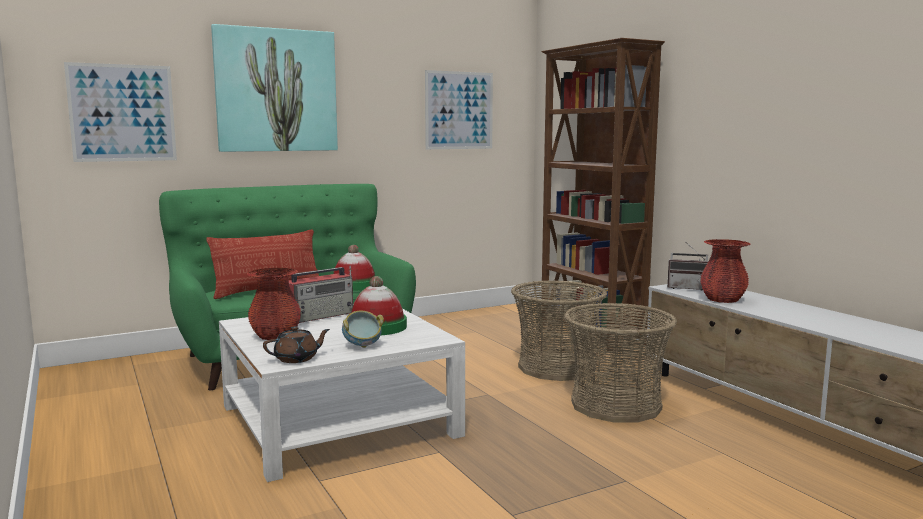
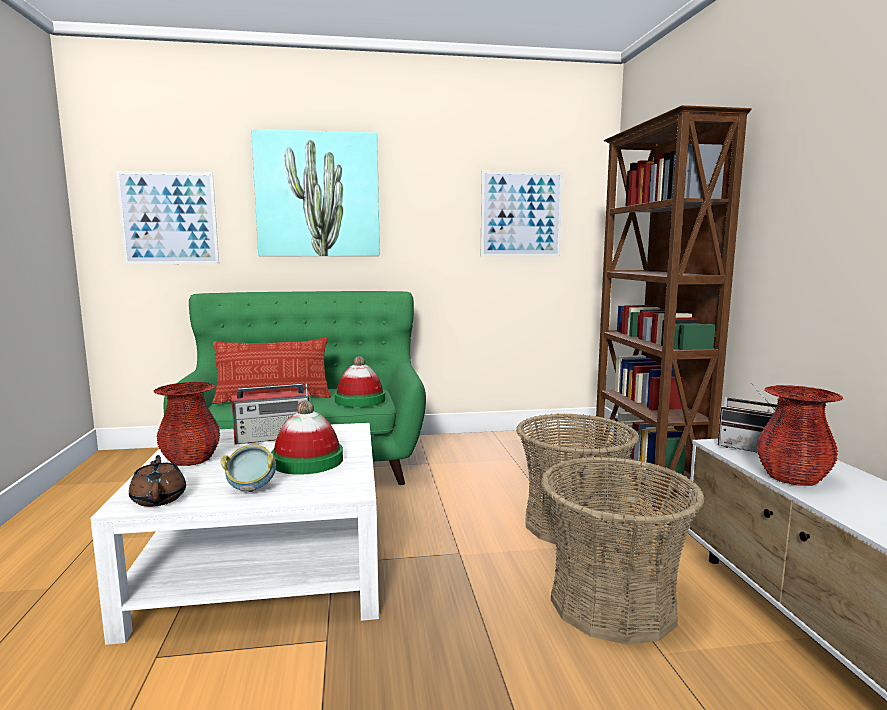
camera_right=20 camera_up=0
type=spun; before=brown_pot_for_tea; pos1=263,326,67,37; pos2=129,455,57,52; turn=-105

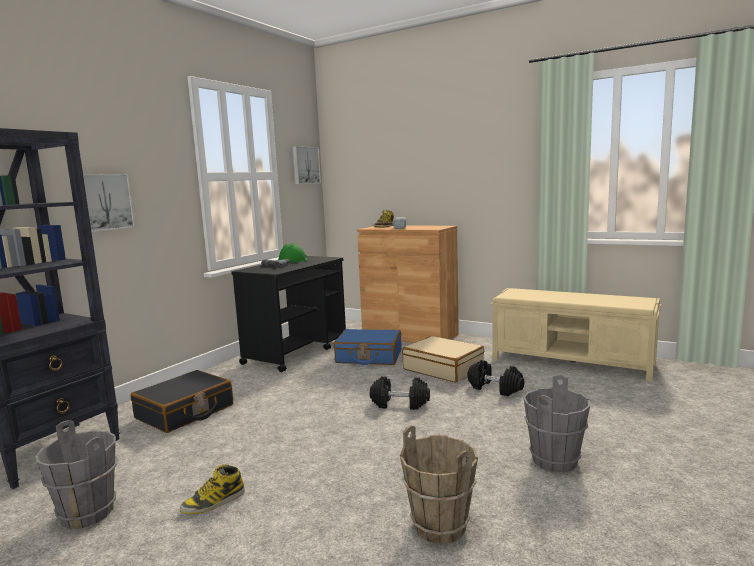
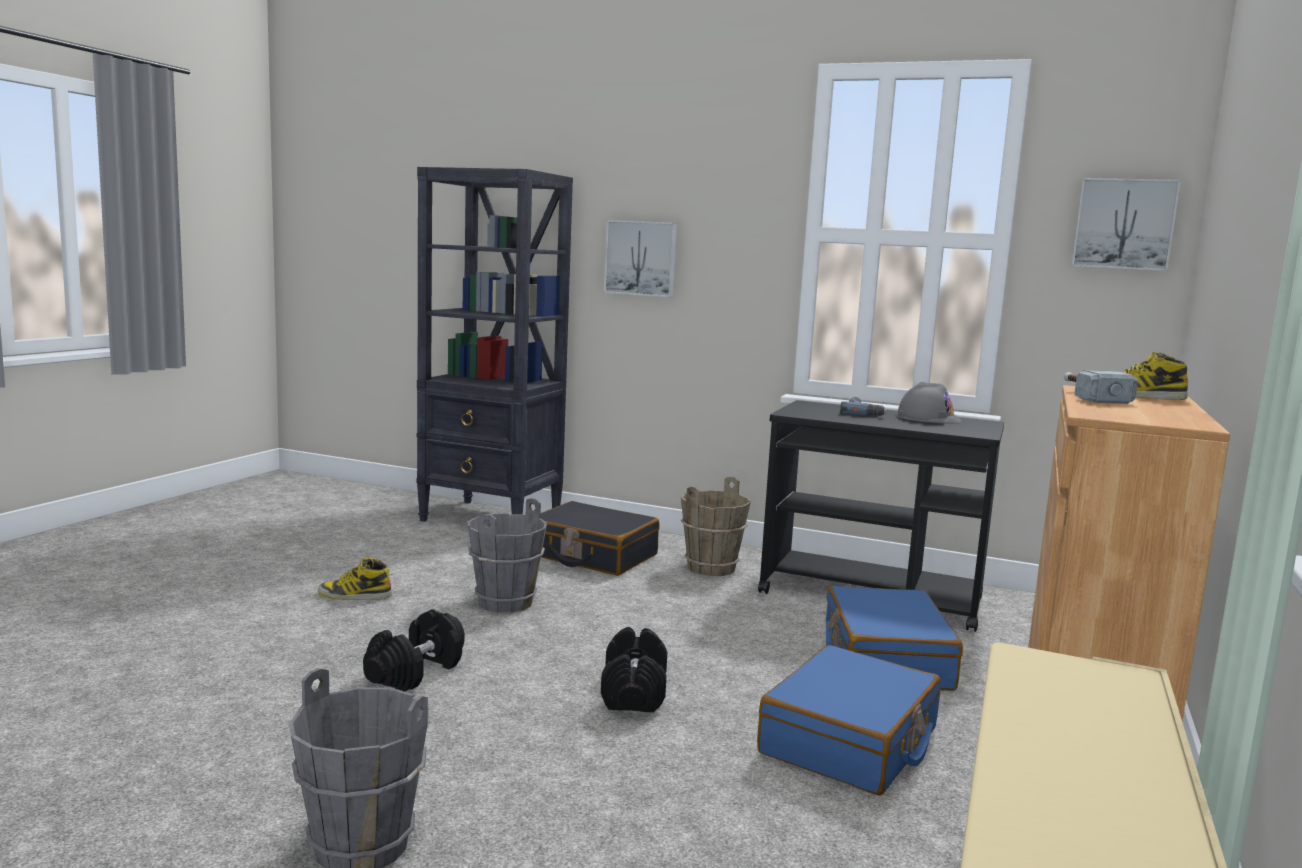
camera_right=80 camera_up=0
type=relocated; before=gray_pail; pos1=35,420,83,109; pos2=467,498,80,115
type=relocated; before=brown_pail; pos1=400,425,78,119; pos2=681,476,70,100
type=relocated; before=black-coloured_free_weight; pos1=467,360,57,36; pos2=363,609,102,83
type=colour; before=green_work_helmet; after=gray_work_helmet; pos1=278,243,30,20; pos2=895,382,67,41
type=colour; before=sand-coloured_piece_of_luggage; after=bluish_piece_of_luggage; pos1=402,336,82,46; pos2=757,645,184,150
type=spun; before=boot; pos1=180,464,65,50; pos2=318,558,74,42; turn=-45

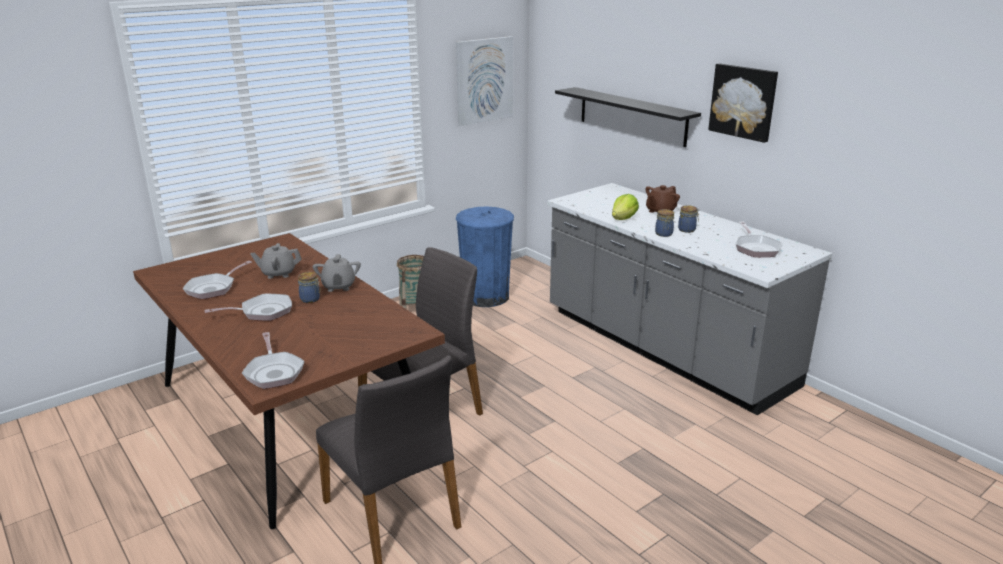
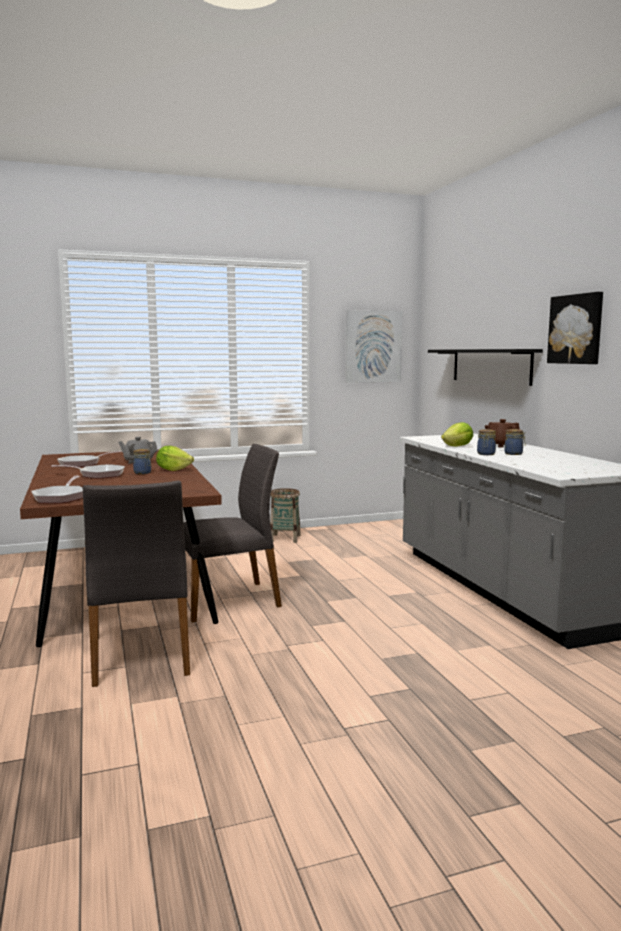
camera_right=20 camera_up=-15
type=missing; before=bluish_trash_can; pos1=456,207,58,100
type=missing; before=frying_pan; pos1=736,222,46,35
type=exchanged; before=gray_pot_for_tea; after=head_of_lettuce; pos1=313,254,48,38; pos2=156,446,38,25

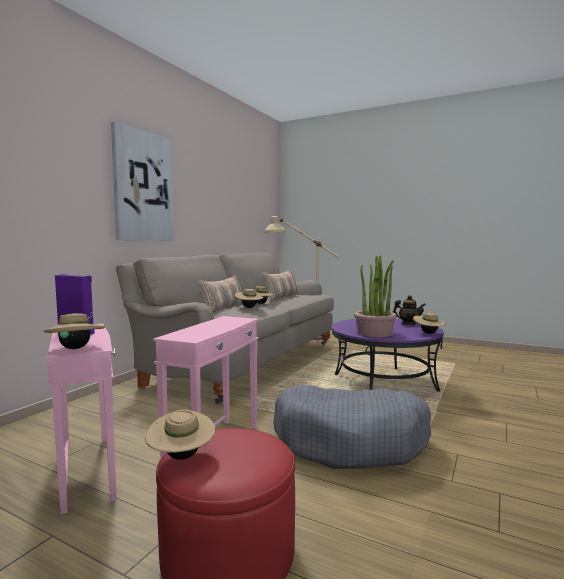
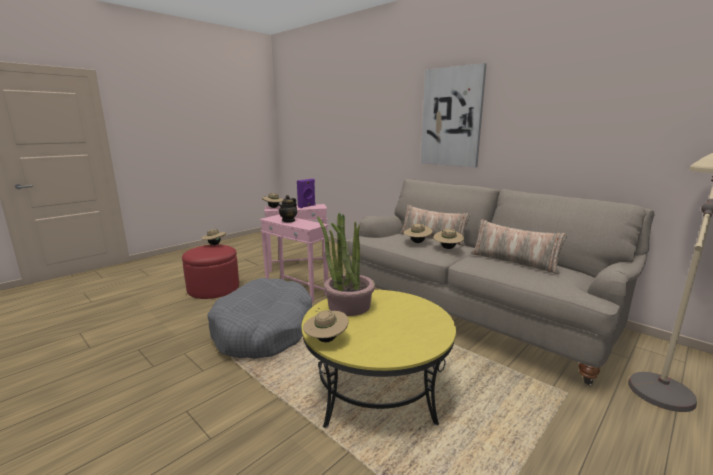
camera_right=105 camera_up=10
type=relocated; before=pot_for_tea; pos1=393,295,33,30; pos2=279,195,18,27
type=colour; before=purplish_coffee_table; after=yellow_coffee_table; pos1=331,319,113,73; pos2=301,290,155,138

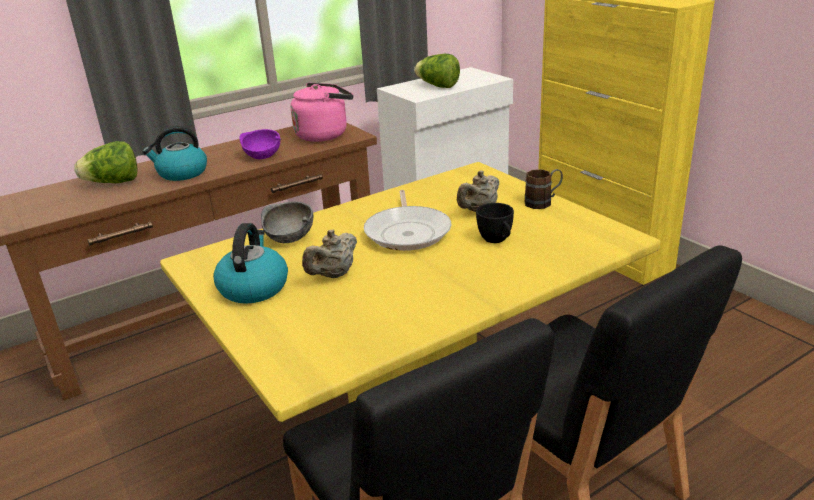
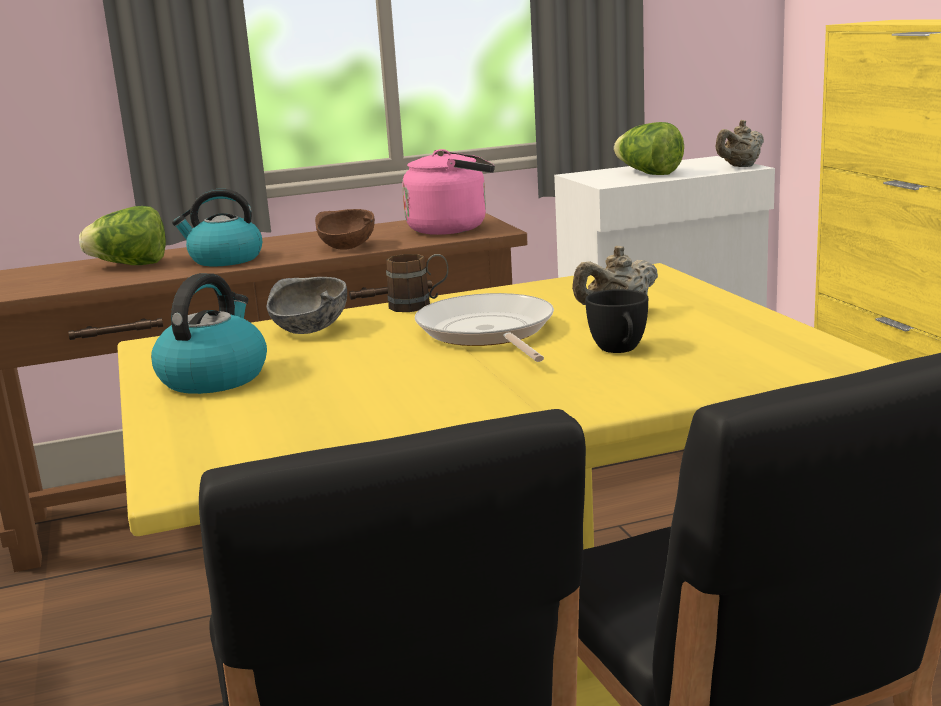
camera_right=15 camera_up=-10
type=relocated; before=sand-coloured_pot_for_tea; pos1=302,230,55,48; pos2=716,120,48,47
type=relocated; before=brown_mug; pos1=525,169,38,40; pos2=386,254,63,58
type=colour; before=purplish_deep_dish; after=brown_deep_dish; pos1=239,129,42,30; pos2=315,209,60,41
type=spun; before=frying_pan; pos1=364,190,87,61; pos2=415,293,139,69; turn=150

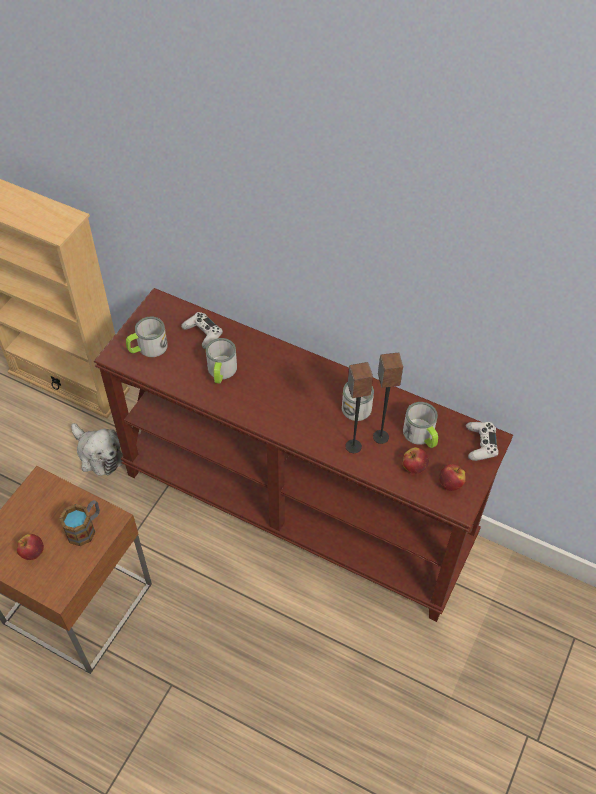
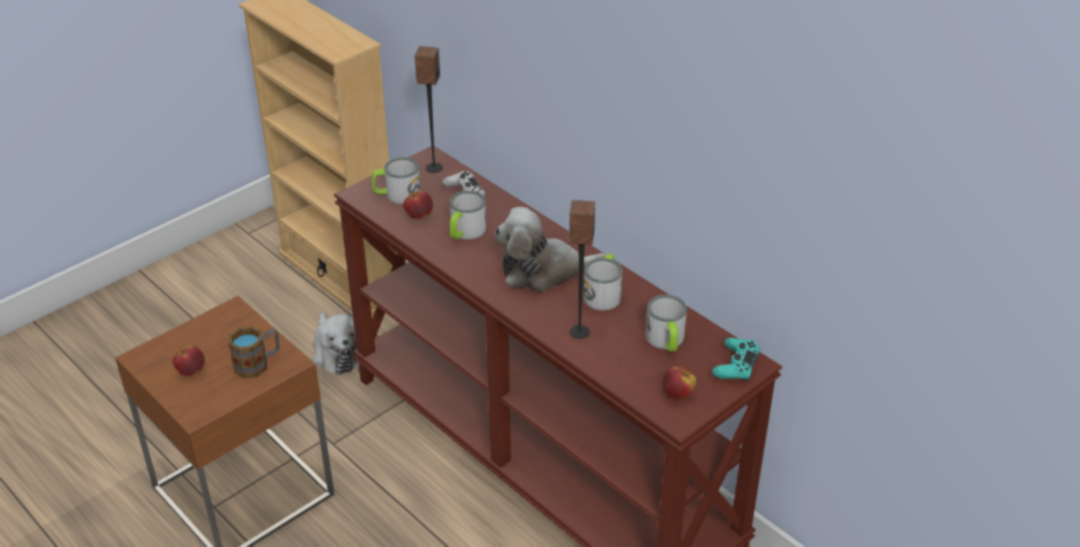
camera_right=20 camera_up=-15
type=appeared; after=cuddly_toy; pos2=495,207,111,85
type=relocated; before=loudspeaker; pos1=373,352,30,92; pos2=414,46,29,127
type=relocated; before=apple_fruit; pos1=403,447,26,27; pos2=403,191,30,28
type=colour; before=whitish_joypad; after=turquoise-coloured_joypad; pos1=466,422,33,39; pos2=712,338,48,43

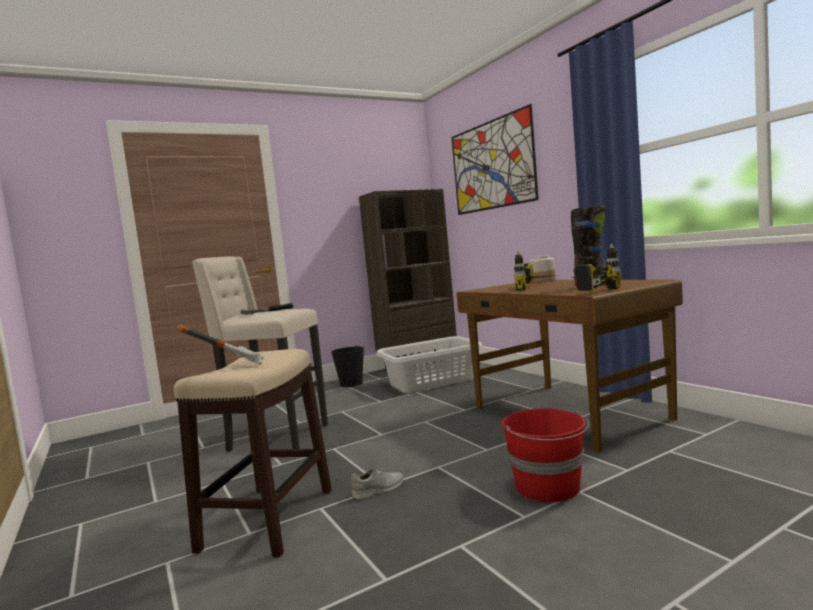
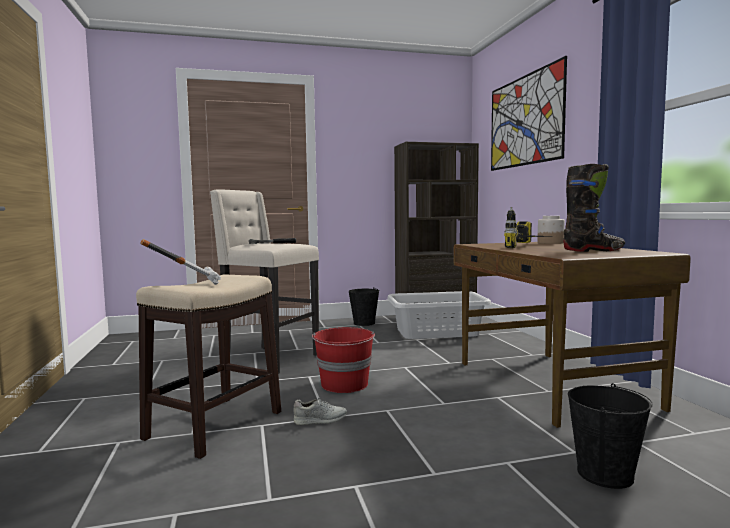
camera_right=15 camera_up=0
type=missing; before=electric_drill; pos1=576,244,45,47
type=appeared; after=black-coloured_pail; pos2=568,383,85,106
type=relocated; before=red_pail; pos1=502,408,87,95; pos2=312,327,63,66

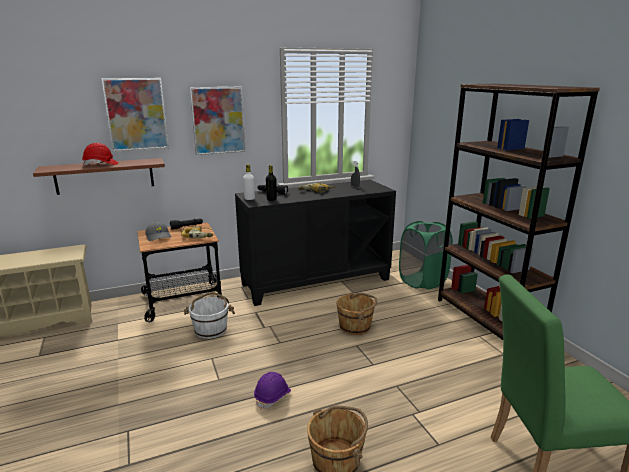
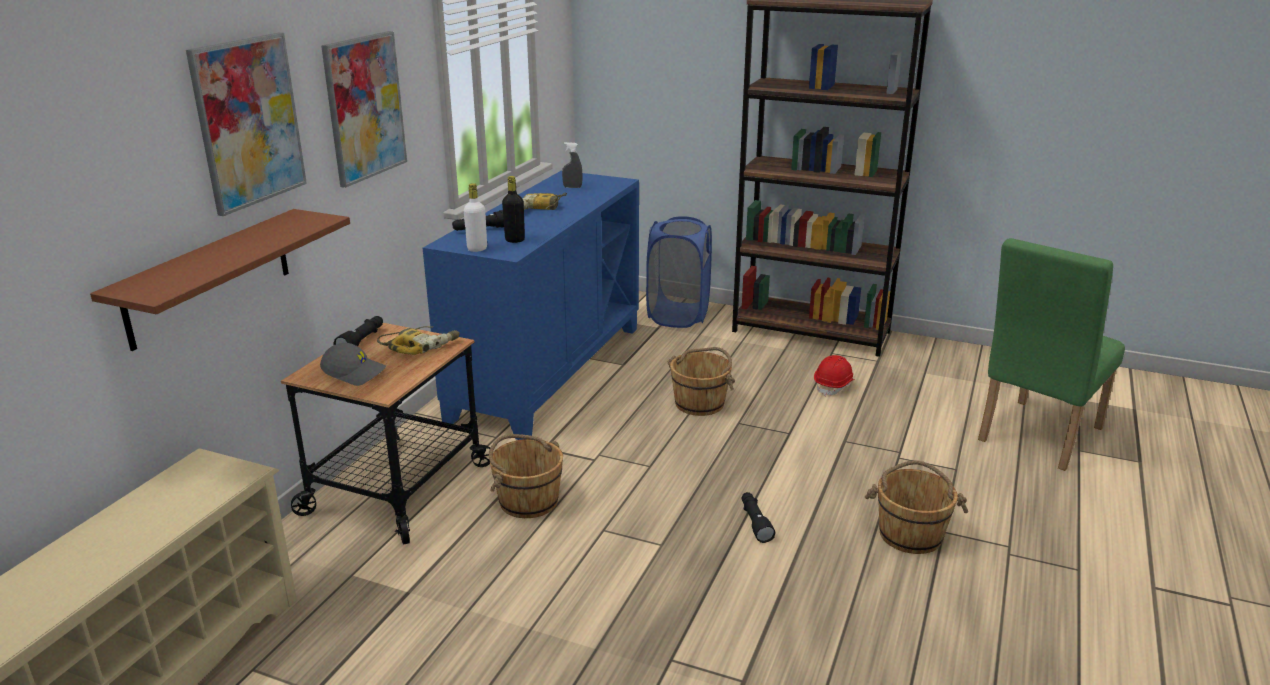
camera_right=-45 camera_up=5
type=relocated; before=red_work_helmet; pos1=82,143,36,23; pos2=814,355,41,41
type=exchanged; before=purplish_work_helmet; after=black-coloured_flashlight; pos1=254,372,37,38; pos2=741,492,34,51
type=colour; before=whitish_pail; after=brown_pail; pos1=184,292,51,47; pos2=489,434,74,84
type=colour; before=black-coloured_cabinet; after=bluish_cabinet; pos1=235,180,161,126; pos2=423,171,216,269
type=colour; before=green_washing_basket; after=bluish_washing_basket; pos1=399,221,54,69; pos2=646,216,66,112

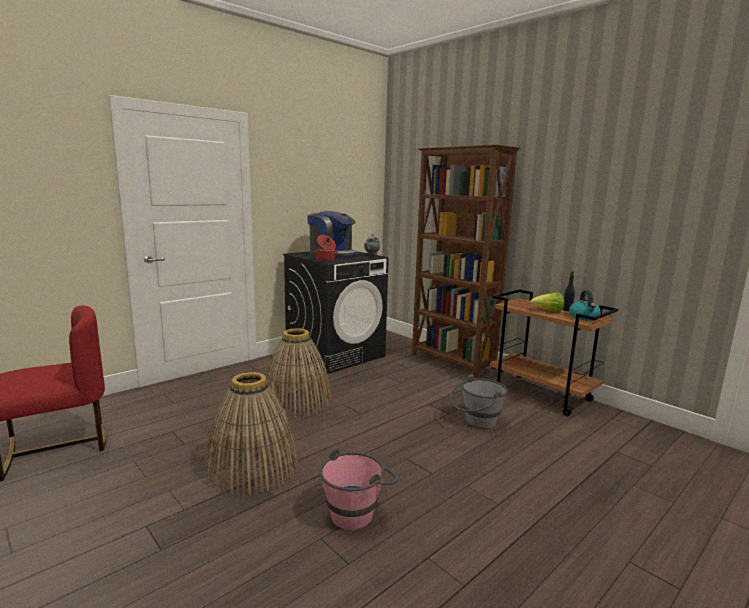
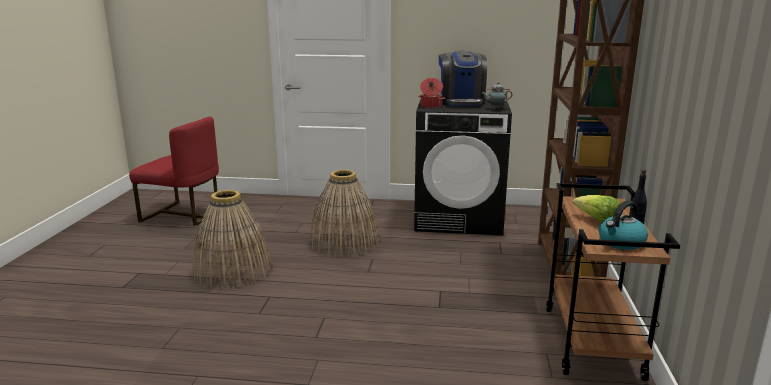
camera_right=50 camera_up=5
type=missing; before=pink_pail; pos1=319,449,79,81
type=missing; before=gray_pail; pos1=450,375,58,54

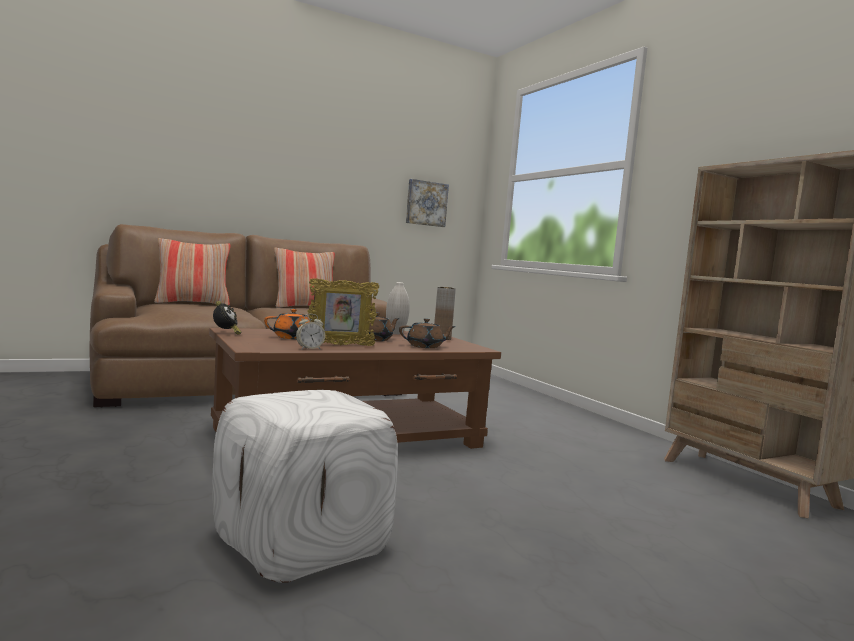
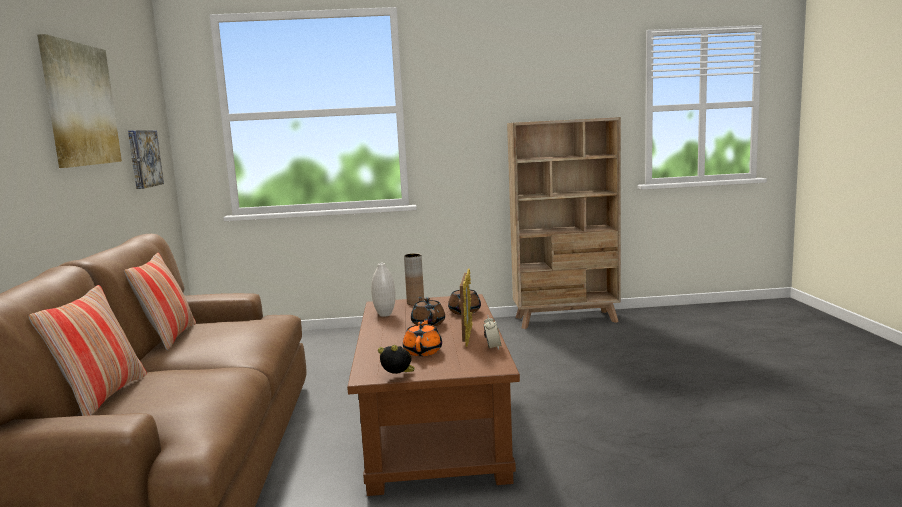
camera_right=-65 camera_up=5
type=missing; before=whitish_pouffe; pos1=212,390,186,193
type=appeared; after=wall_picture; pos2=37,34,85,134

